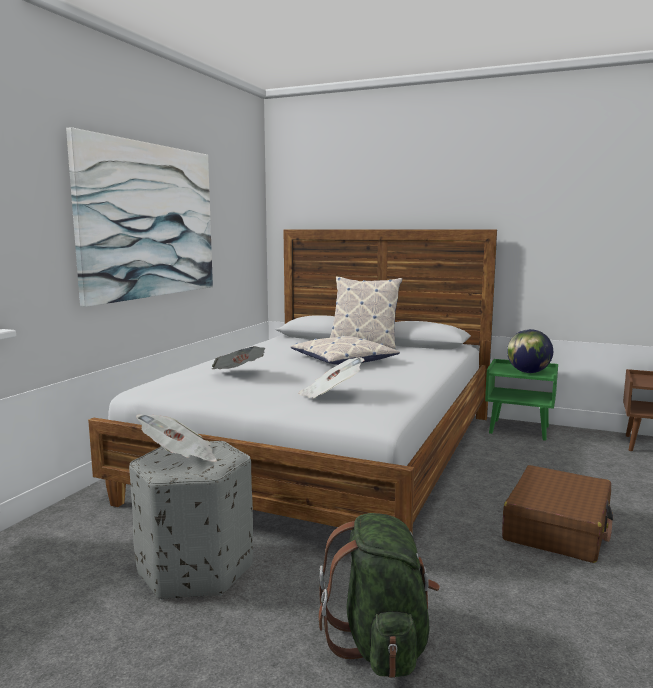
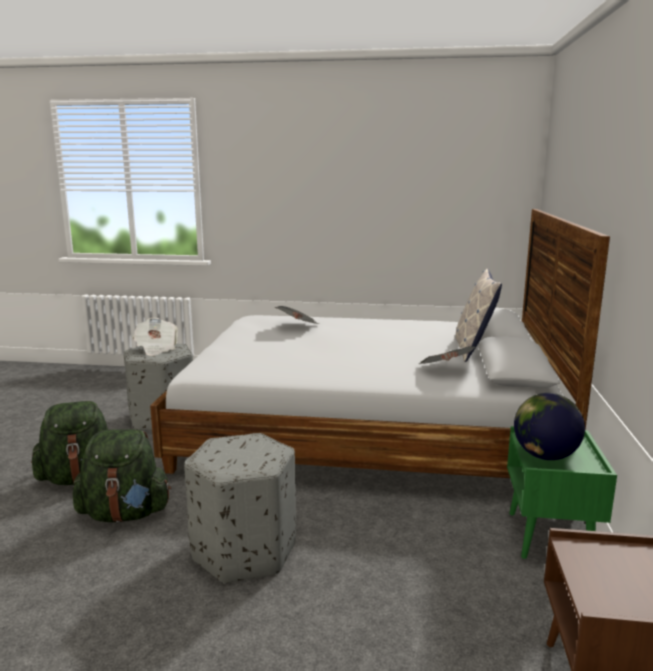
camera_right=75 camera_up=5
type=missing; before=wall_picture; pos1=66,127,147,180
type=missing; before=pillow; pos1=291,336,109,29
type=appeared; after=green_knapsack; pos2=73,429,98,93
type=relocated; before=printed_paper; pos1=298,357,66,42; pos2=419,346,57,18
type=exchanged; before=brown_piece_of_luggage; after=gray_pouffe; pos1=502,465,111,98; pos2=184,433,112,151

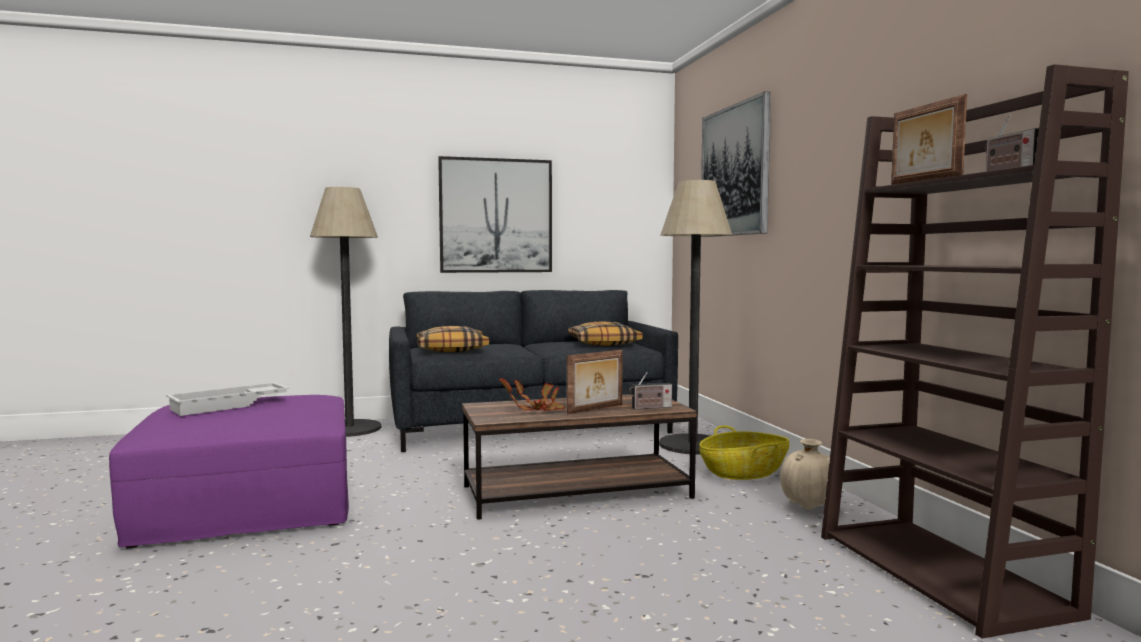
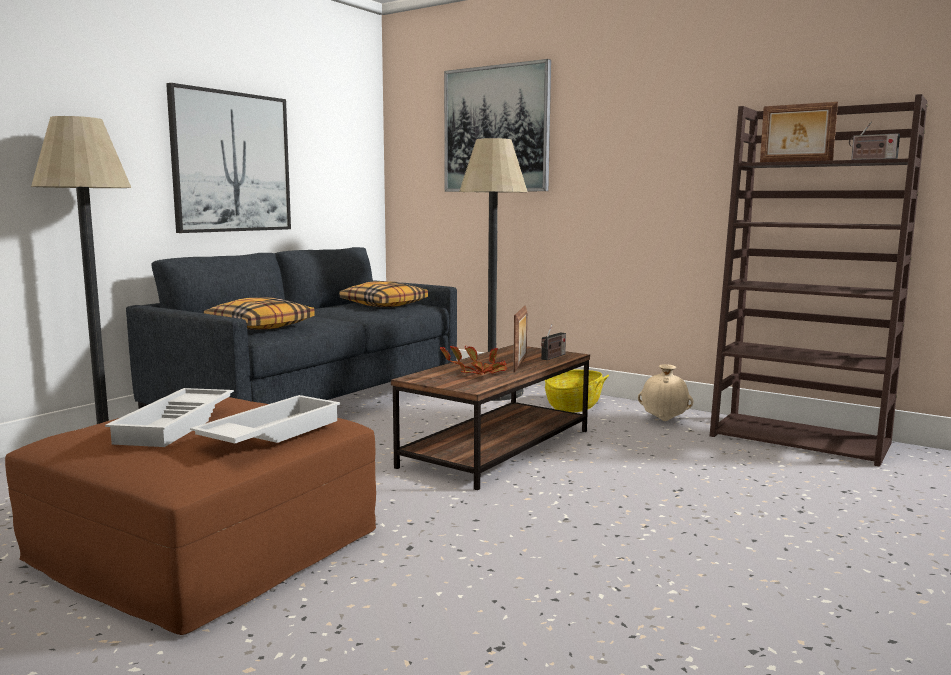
camera_right=-40 camera_up=5
type=appeared; after=whitish_tray; pos2=190,395,151,48
type=colour; before=purplish_pouffe; after=brown_pouffe; pos1=109,395,240,154; pos2=5,397,371,238

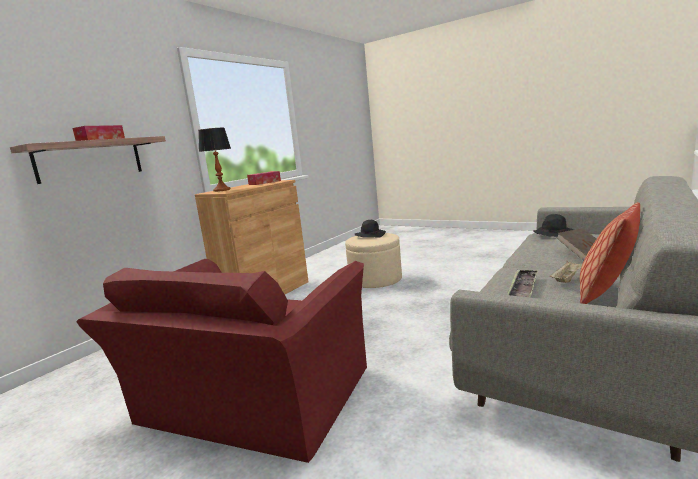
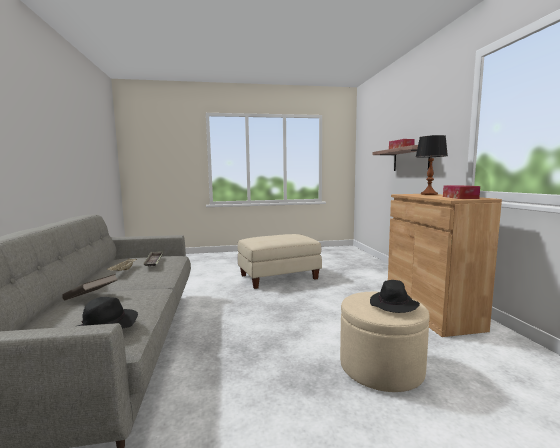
camera_right=135 camera_up=-5
type=missing; before=pillow; pos1=580,202,60,102
type=exchanged; before=red_lounge_chair; after=sand-coloured_pouffe; pos1=76,259,291,204; pos2=238,234,84,55

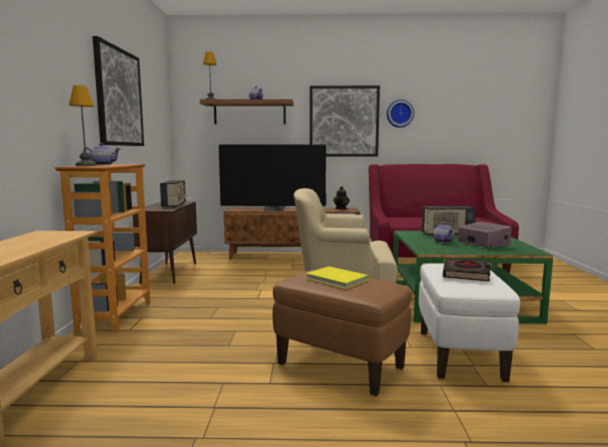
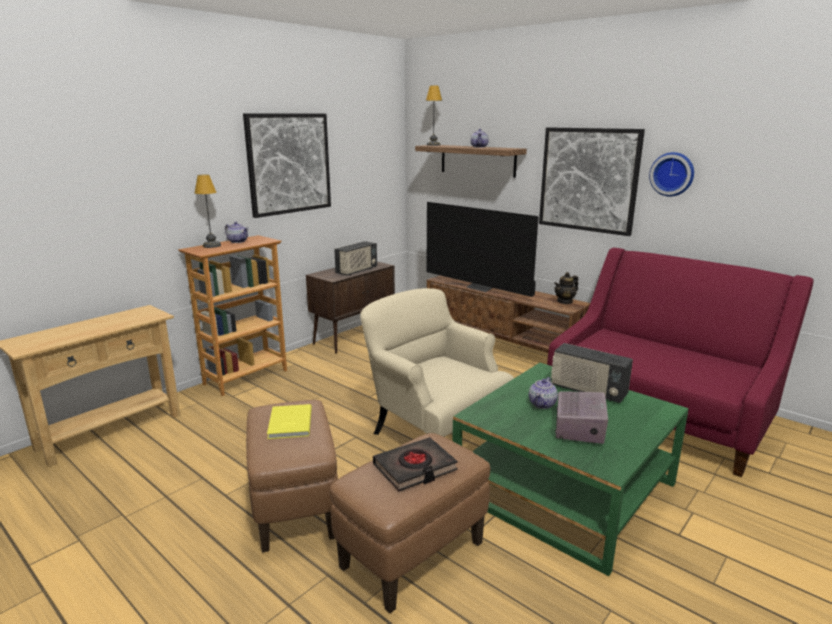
camera_right=40 camera_up=10
type=colour; before=whitish_pouffe; after=brown_pouffe; pos1=419,264,101,118; pos2=330,433,160,180

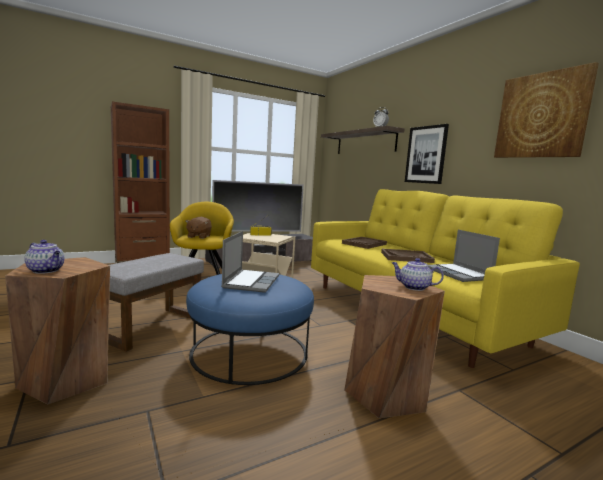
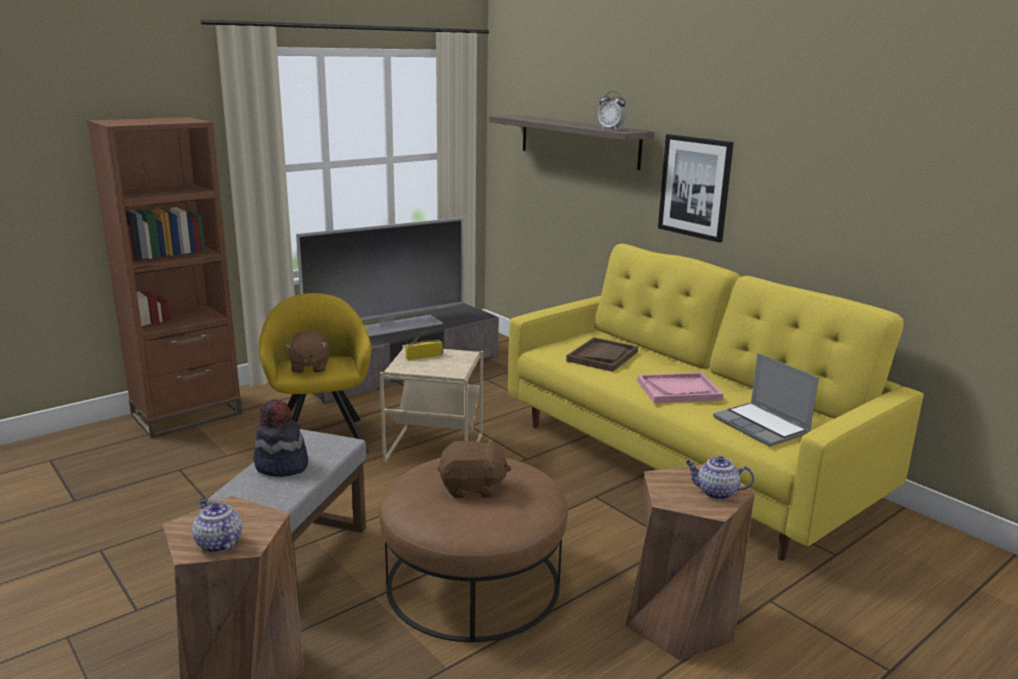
camera_right=-10 camera_up=10
type=missing; before=wall_picture; pos1=494,62,105,96
type=appeared; after=hat; pos2=253,399,55,78
type=exchanged; before=portable_computer; after=brown_cuddly_toy; pos1=221,231,58,62; pos2=438,439,73,59
type=colour; before=bluish_pouffe; after=brown_pouffe; pos1=186,274,128,111; pos2=379,458,189,184
type=colour; before=brown_tray; after=pink_tray; pos1=381,249,54,14; pos2=637,372,86,31
type=spun; before=pot_for_tea; pos1=24,240,40,34; pos2=192,498,50,55; turn=-150

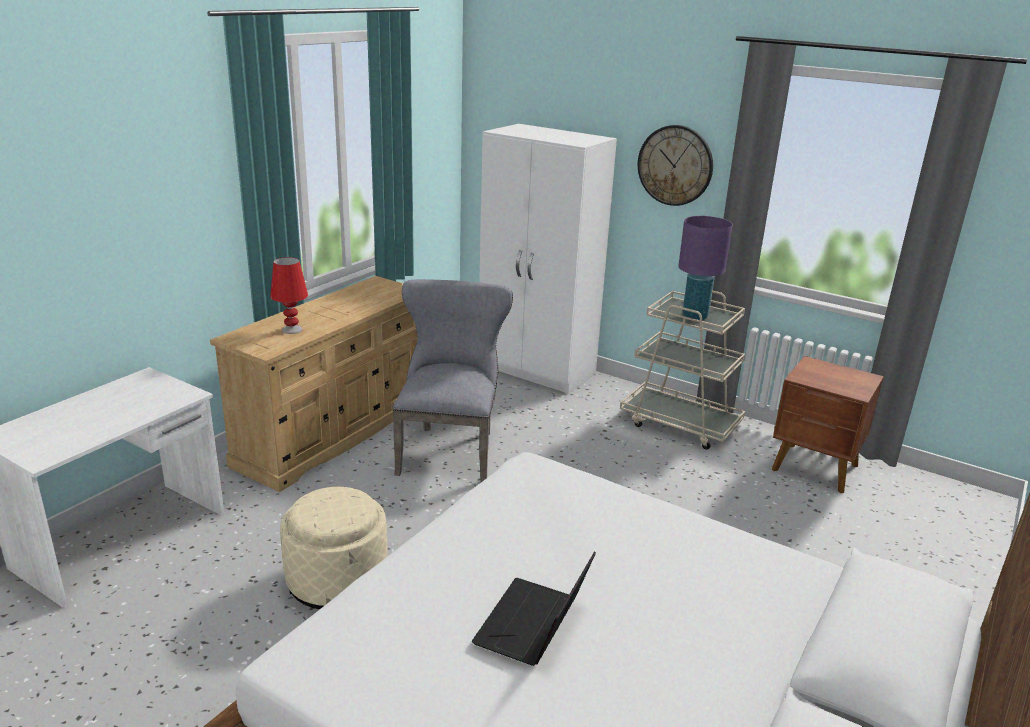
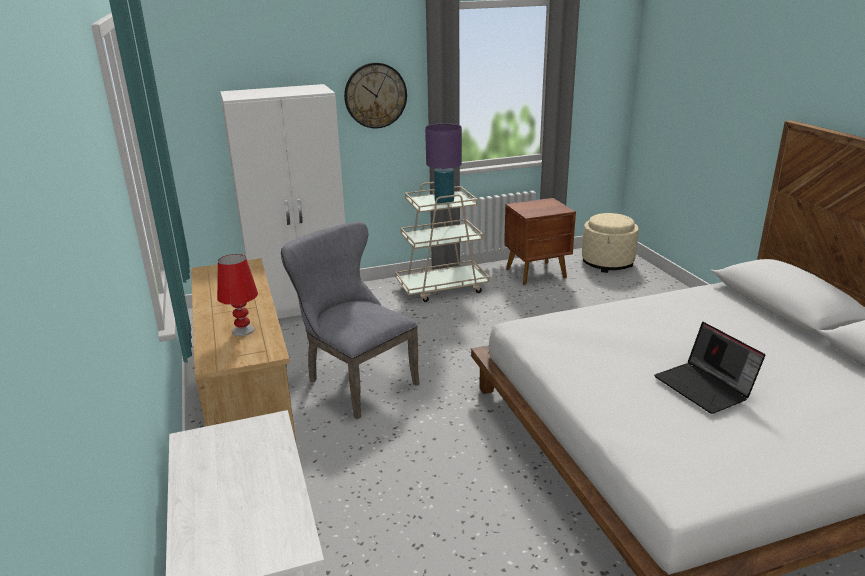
camera_right=-50 camera_up=0
type=relocated; before=sand-coloured_pouffe; pos1=280,487,108,122; pos2=582,213,57,60

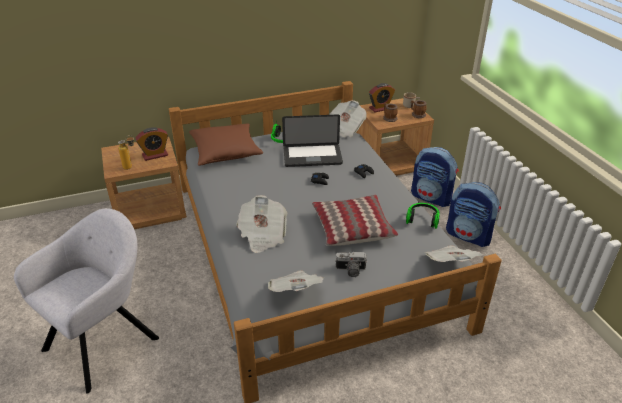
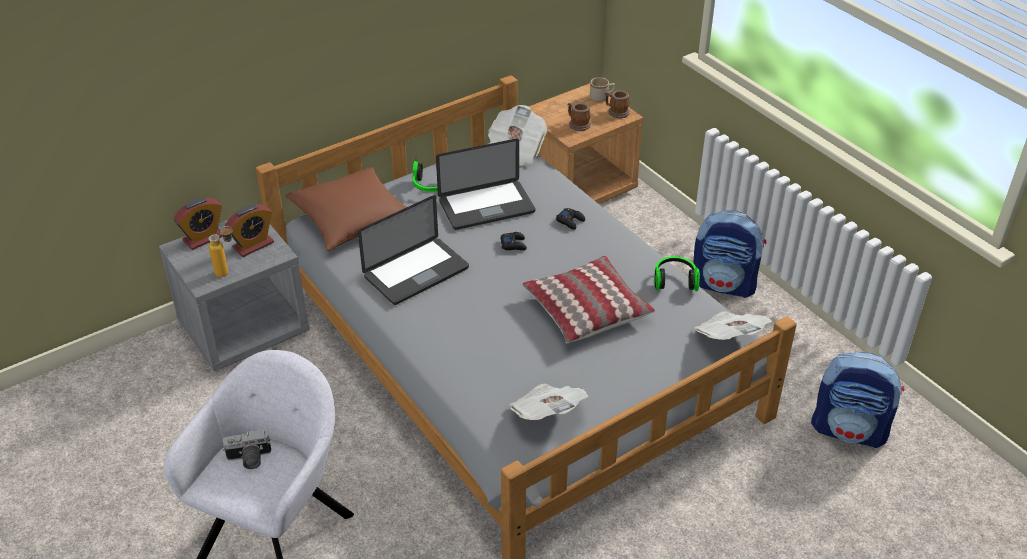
camera_right=-15 camera_up=5
type=missing; before=printed_paper; pos1=236,195,51,58
type=appeared; after=portable_computer; pos2=358,195,111,110
type=relocated; before=still_camera; pos1=335,252,32,25; pos2=223,429,48,40
type=relocated; before=table_clock; pos1=369,83,26,29; pos2=173,198,50,52
type=relocated; before=knapsack; pos1=411,147,48,60; pos2=811,352,93,96
type=colour; before=brown_nightstand; after=gray_nightstand; pos1=101,137,86,92; pos2=159,220,151,151

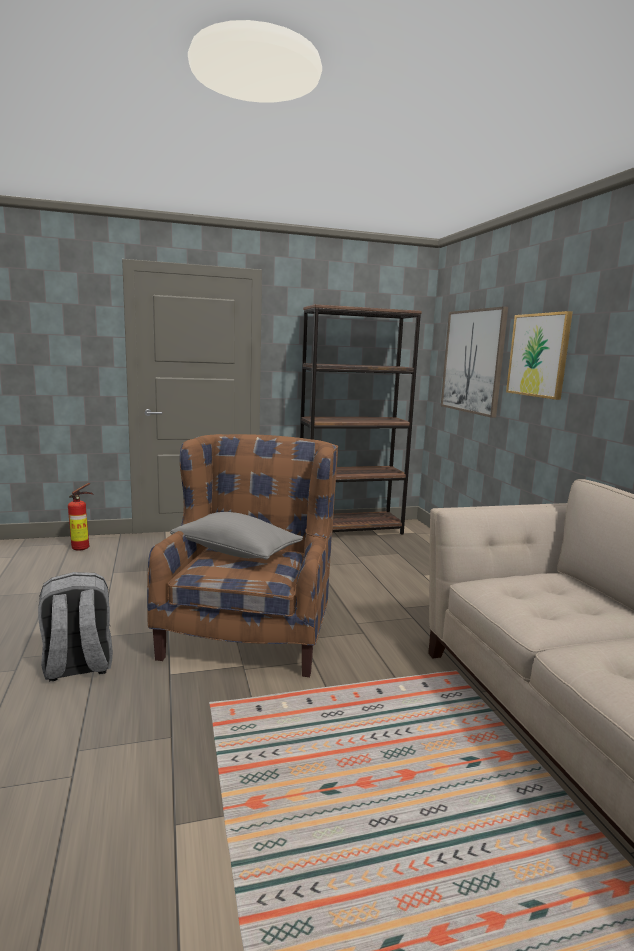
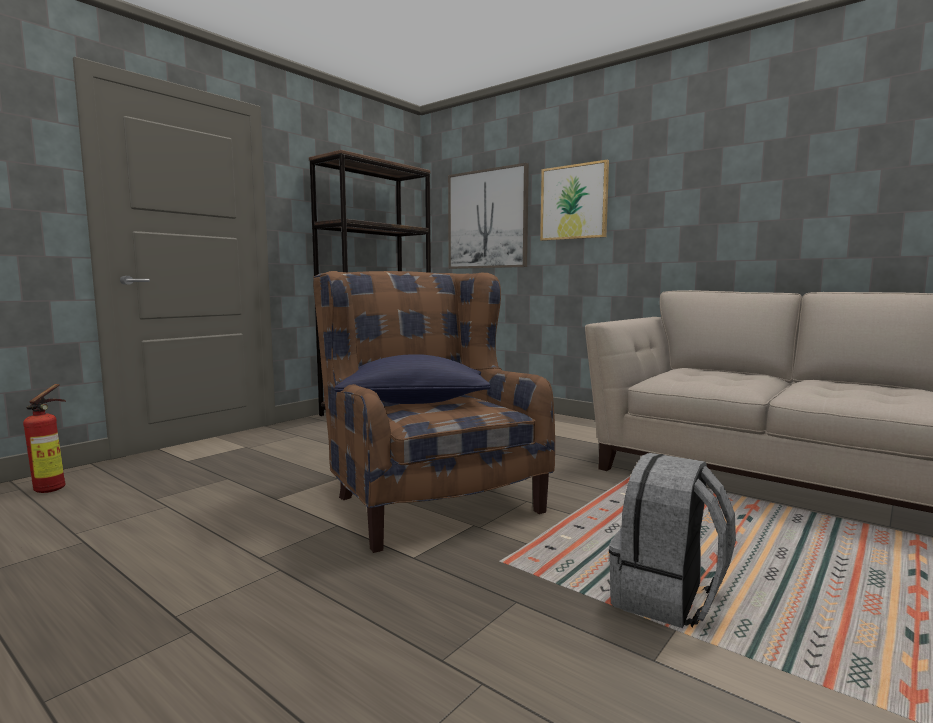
camera_right=-35 camera_up=-5
type=relocated; before=gray_knapsack; pos1=38,572,75,109; pos2=609,453,127,175
type=colour; before=gray_pillow; after=bluish_pillow; pos1=170,512,133,48; pos2=334,354,157,50

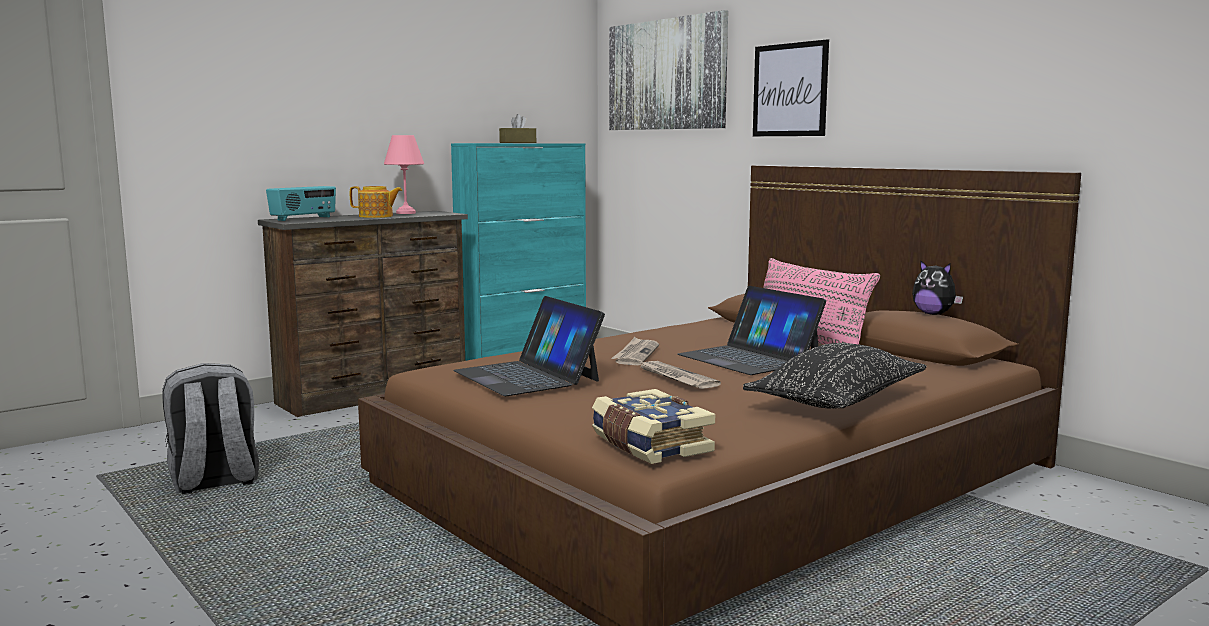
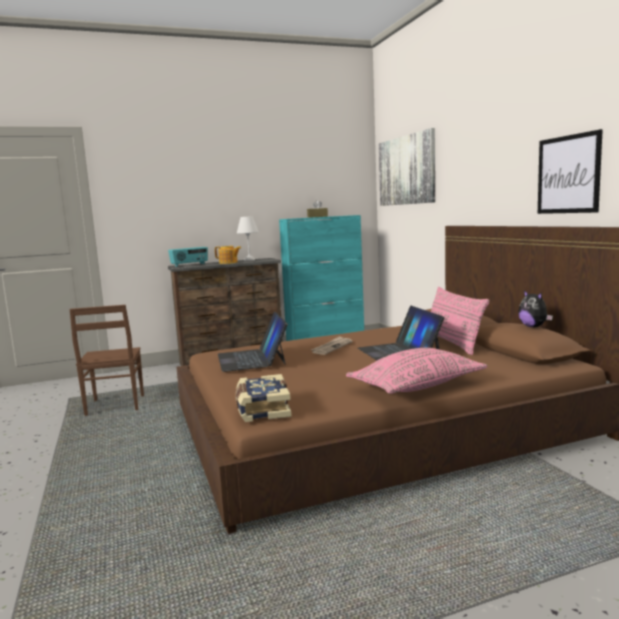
camera_right=20 camera_up=0
type=missing; before=printed_paper; pos1=638,361,83,28
type=relocated; before=wall_picture; pos1=753,39,76,97; pos2=538,129,65,85
type=exchanged; before=gray_knapsack; after=brown_upright_chair; pos1=162,363,97,132; pos2=69,305,75,111
type=colour; before=pink_tabletop_lamp; after=whitish_tabletop_lamp; pos1=384,135,40,79; pos2=237,216,22,45
type=colour; before=black-coloured_pillow; after=pink_pillow; pos1=743,343,184,66; pos2=346,348,141,46

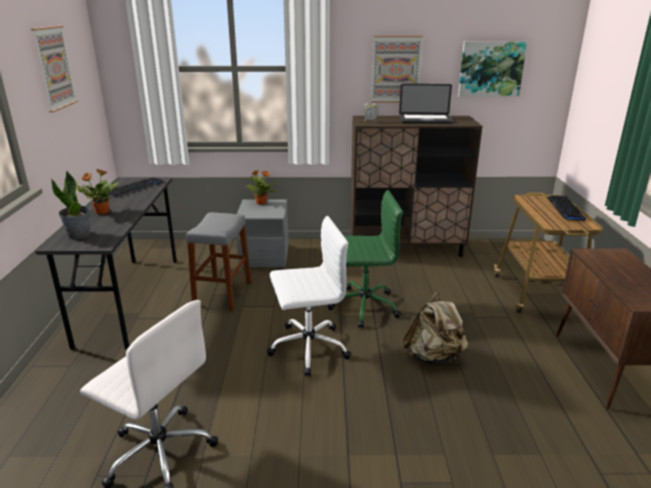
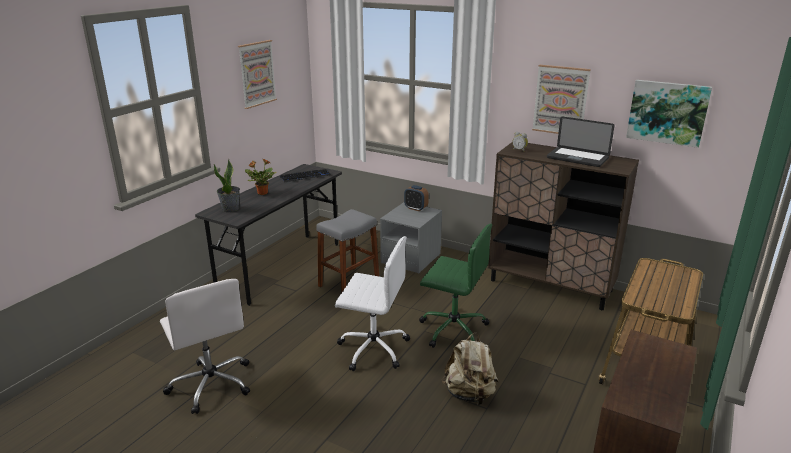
camera_right=30 camera_up=0
type=missing; before=keyboard; pos1=546,196,40,24
type=exchanged; before=plant_in_a_pot; after=table_clock; pos1=245,170,30,35; pos2=404,185,25,26

